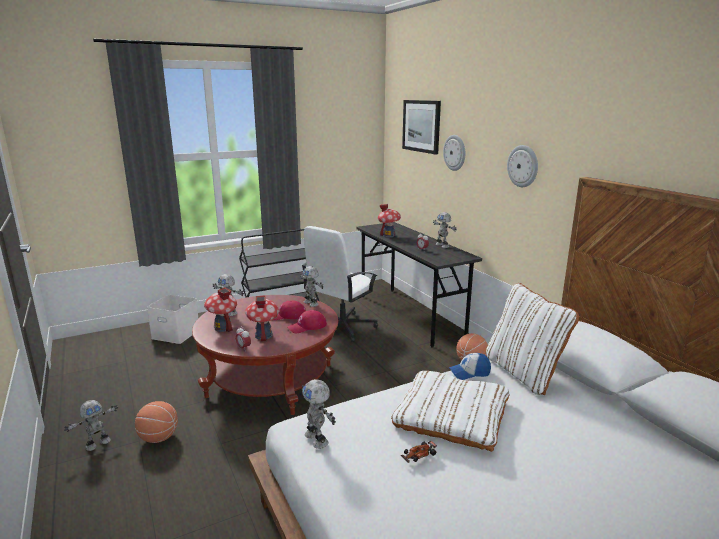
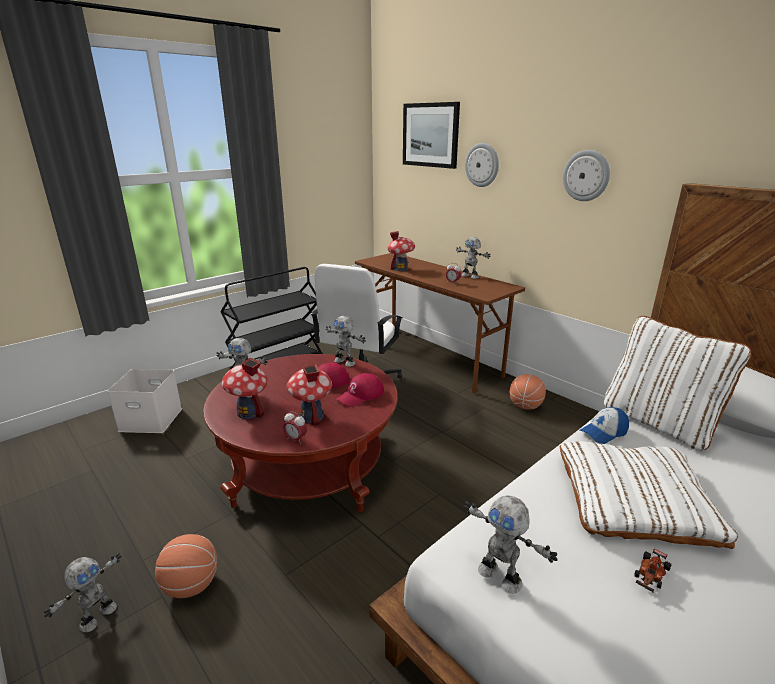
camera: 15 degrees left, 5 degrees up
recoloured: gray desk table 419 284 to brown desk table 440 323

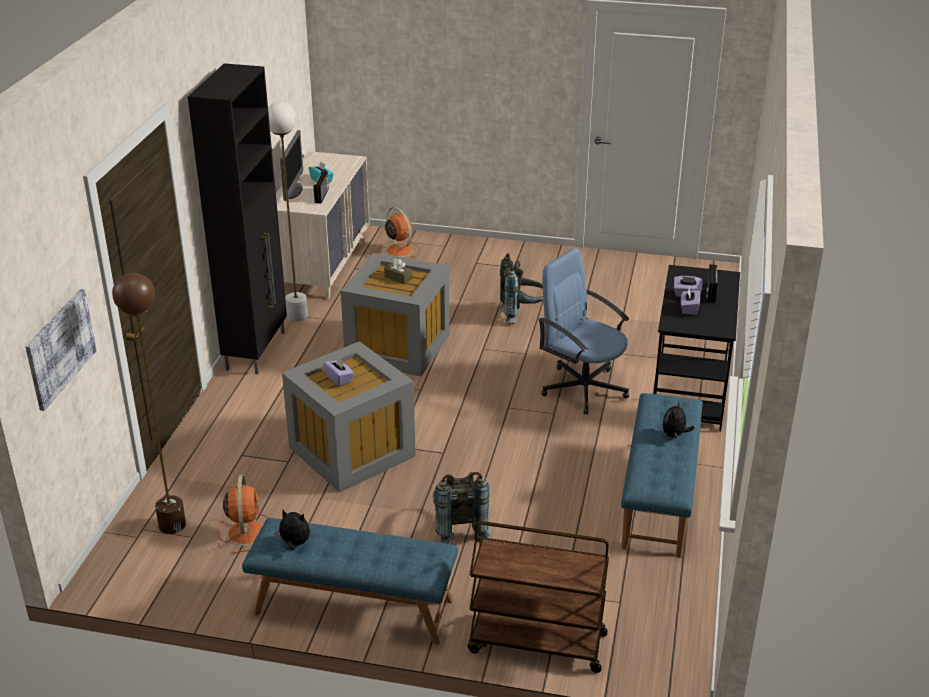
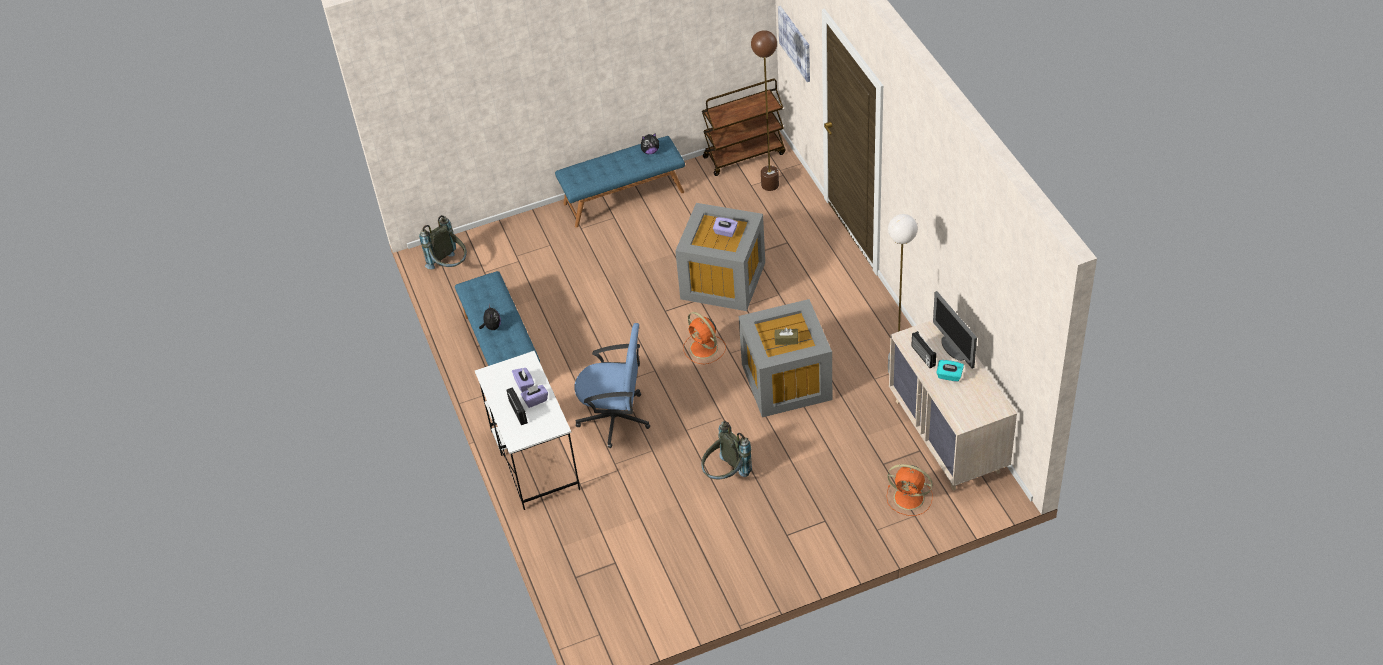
camera: 150 degrees right, 15 degrees up
removed: black-coloured cupboard 237 219
moved: orange fan 242 514 to 704 338; gray rucksack 462 508 to 443 242; brown wheeled cart 538 597 to 743 127
recoloured: black-coloured desk table 697 348 to white-coloured desk table 527 430

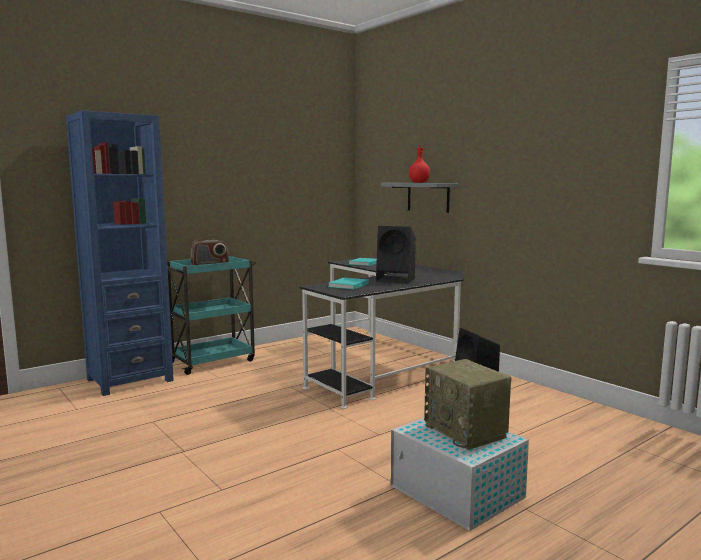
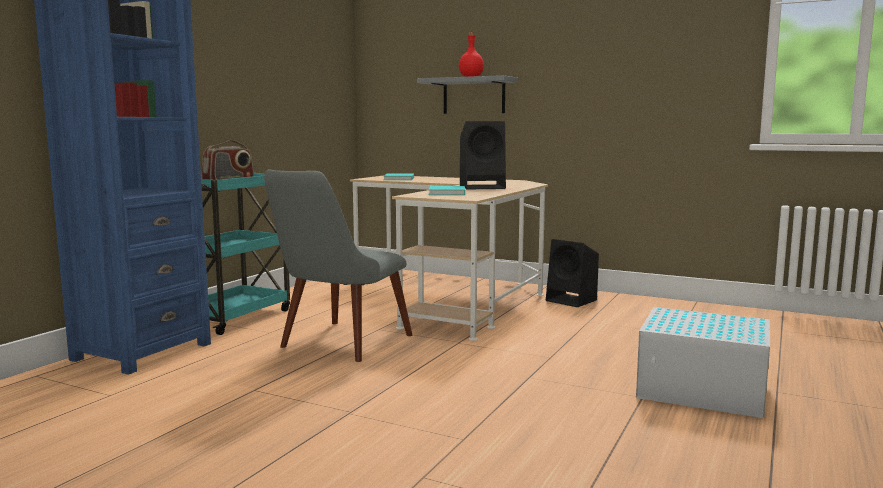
camera: 25 degrees left, 0 degrees up
removed: radio set 467 404
added: gray plain chair 338 265
recoloured: black-coloured desk table 381 333 to beige-coloured desk table 449 258

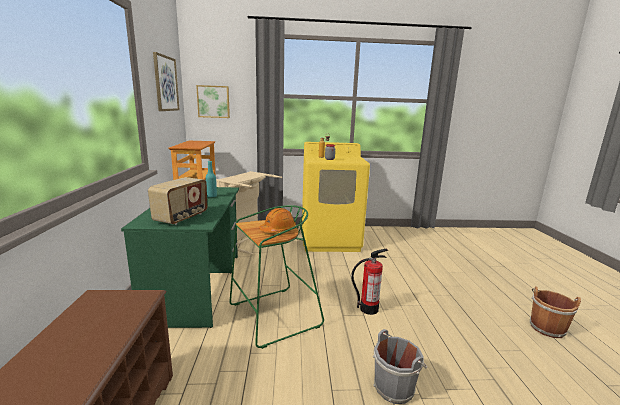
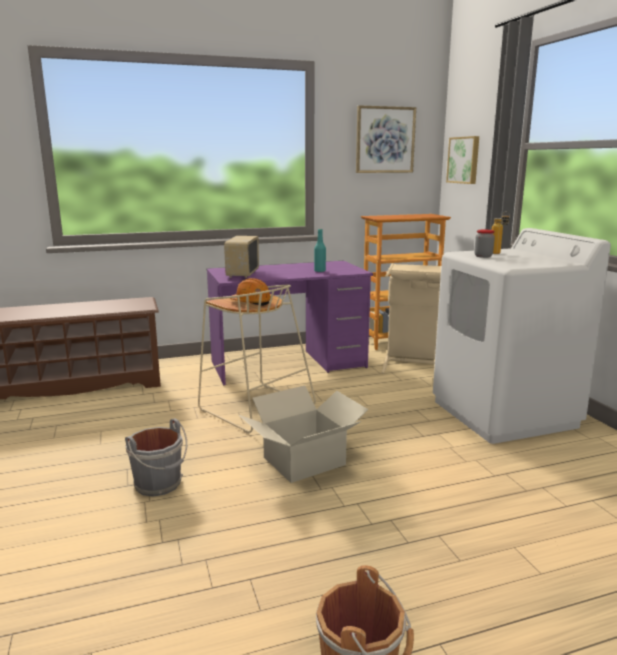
camera: 75 degrees right, 0 degrees up
replaced: fire-fighting cylinder 369 282 to cardboard box 304 434
recoloured: green-coloured desk table 180 257 to purple-coloured desk table 290 323; green-coloured stool seat 276 277 to beige-coloured stool seat 257 359; yellowish washing machine 336 197 to white-coloured washing machine 522 336
turned: radio set 177 201 = 241 257 90 degrees clockwise

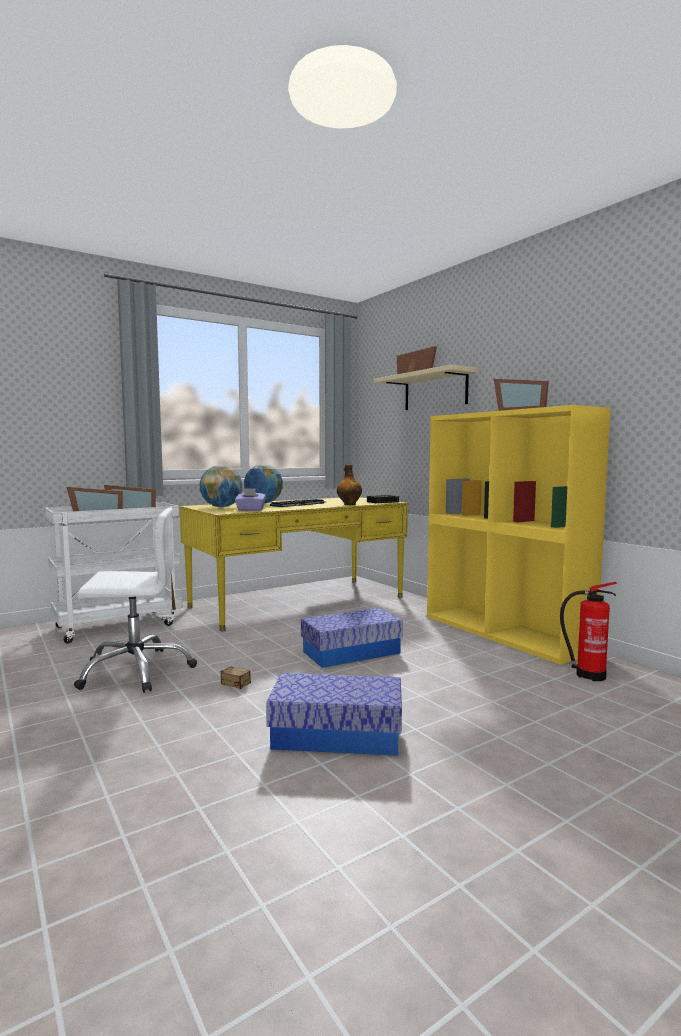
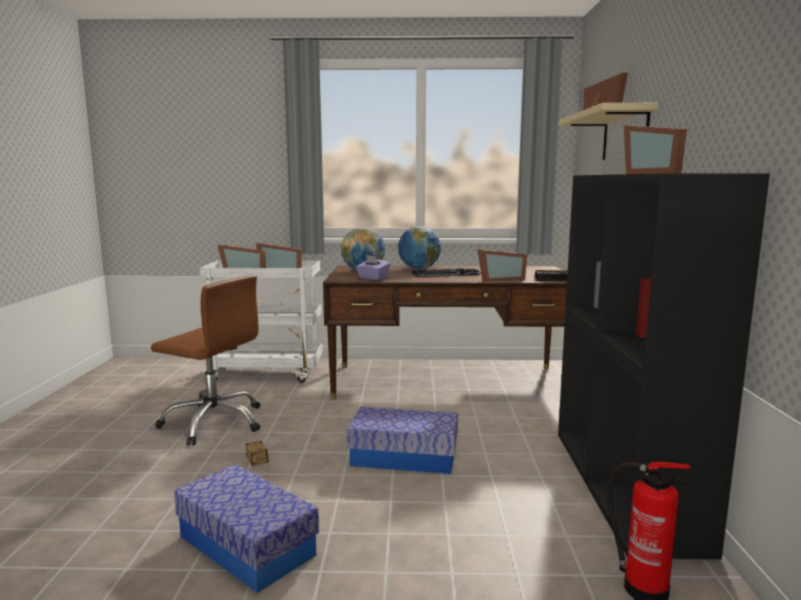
camera: 35 degrees right, 5 degrees up
replaced: beverage bottle 349 484 to photo frame 502 265
recoloured: white-coloured desk chair 135 600 to brown desk chair 205 360; yellowish desk table 294 564 to brown desk table 445 332; yellowish bookcase 519 535 to black-coloured bookcase 664 366

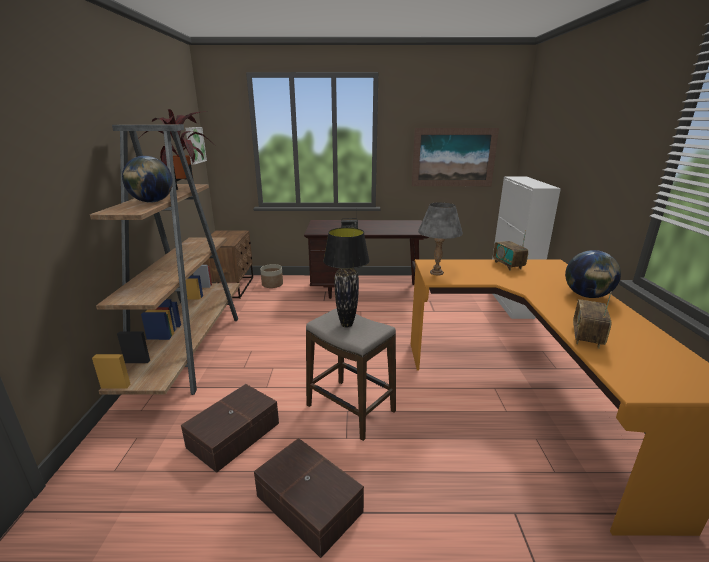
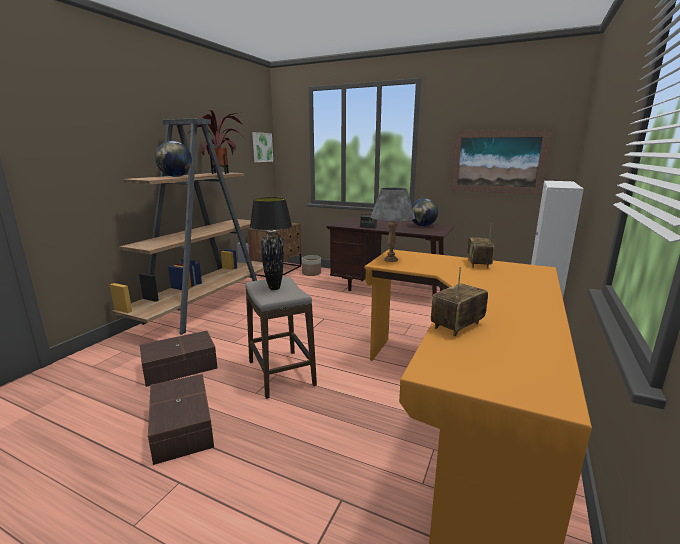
camera: 25 degrees right, 5 degrees down
moved: globe 593 274 to 425 212

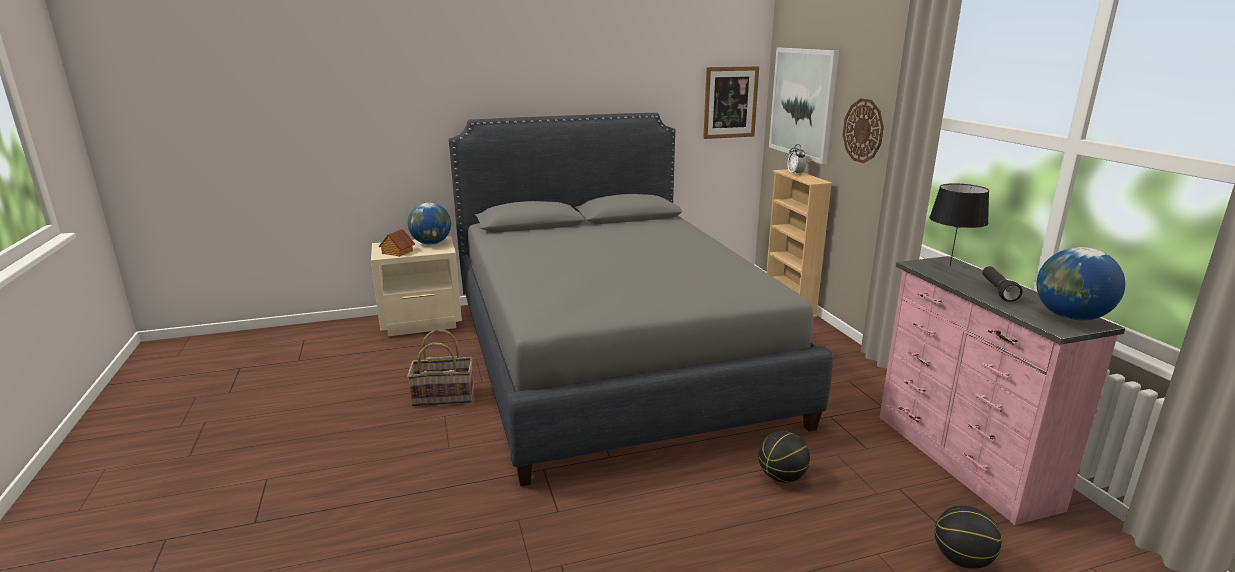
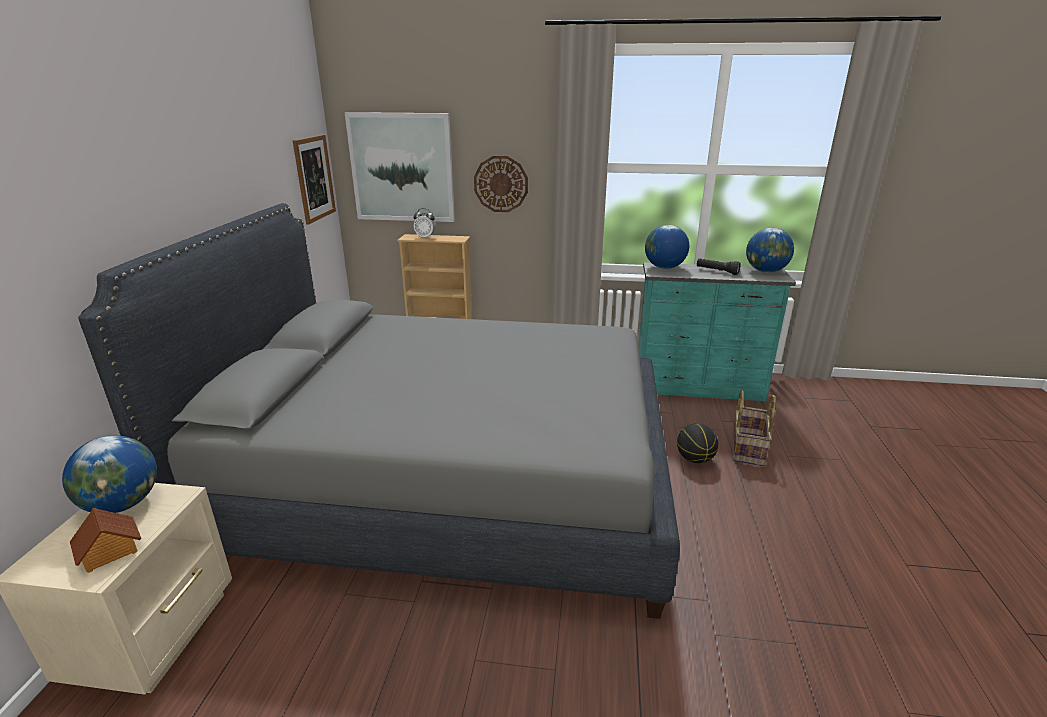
camera: 65 degrees left, 5 degrees up
removed: ball for basketball 968 537
moved: basket 440 367 to 754 428
replaced: black-coloured lamp for a table 959 224 to globe 667 247
recoloured: pink dresser 1002 390 to blue-green dresser 717 332

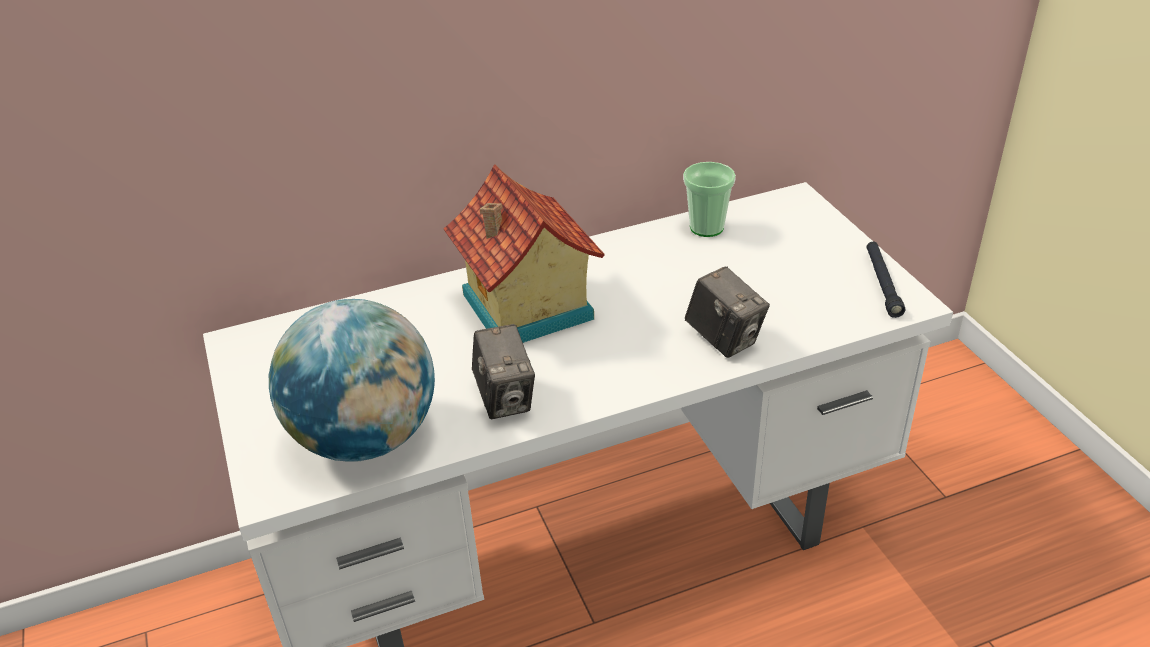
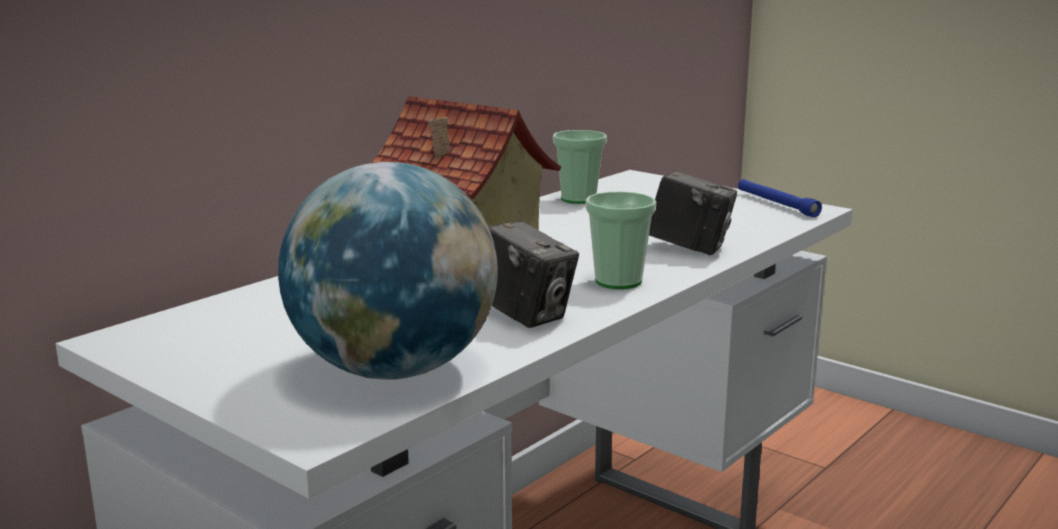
camera: 30 degrees left, 20 degrees down
added: drinking cup 620 240
recoloured: black-coloured torch 886 280 to blue-coloured torch 780 198

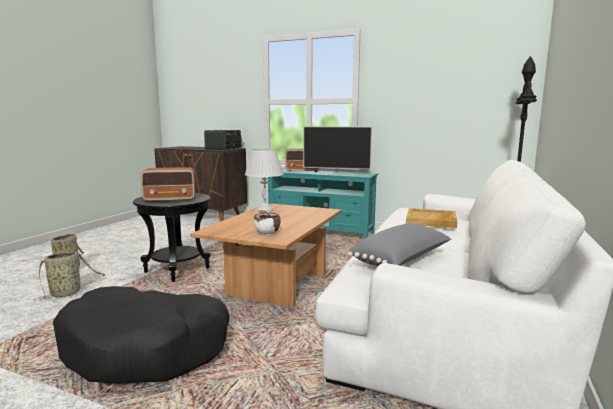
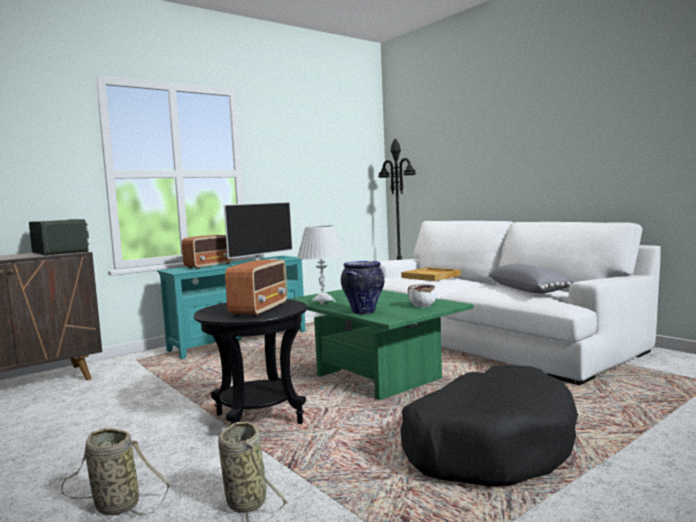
camera: 60 degrees left, 5 degrees down
added: flower vase 362 287
recoloured: brown coffee table 266 255 to green-coloured coffee table 381 344

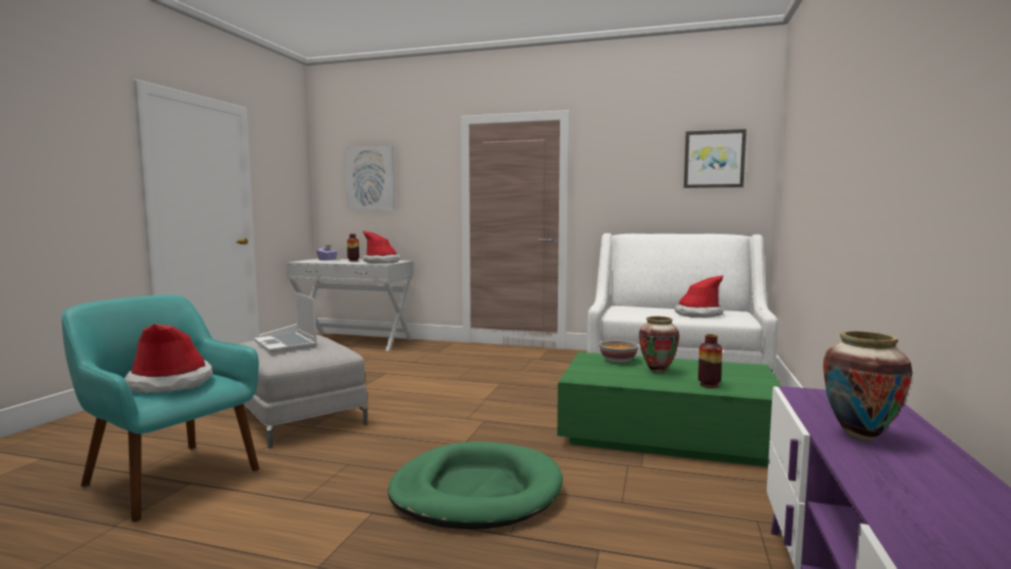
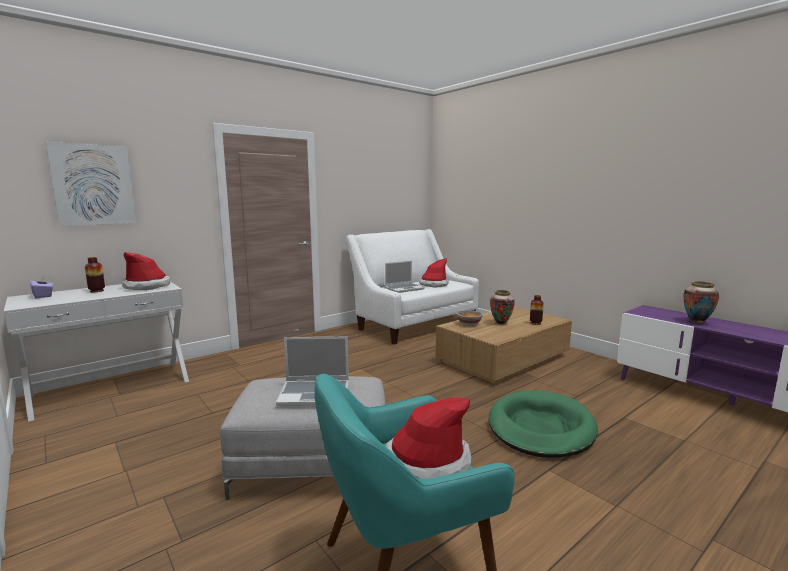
camera: 55 degrees left, 5 degrees up
removed: wall art 715 158
added: notebook computer 405 277
recoloured: green-coloured coffee table 669 409 to brown coffee table 504 345

